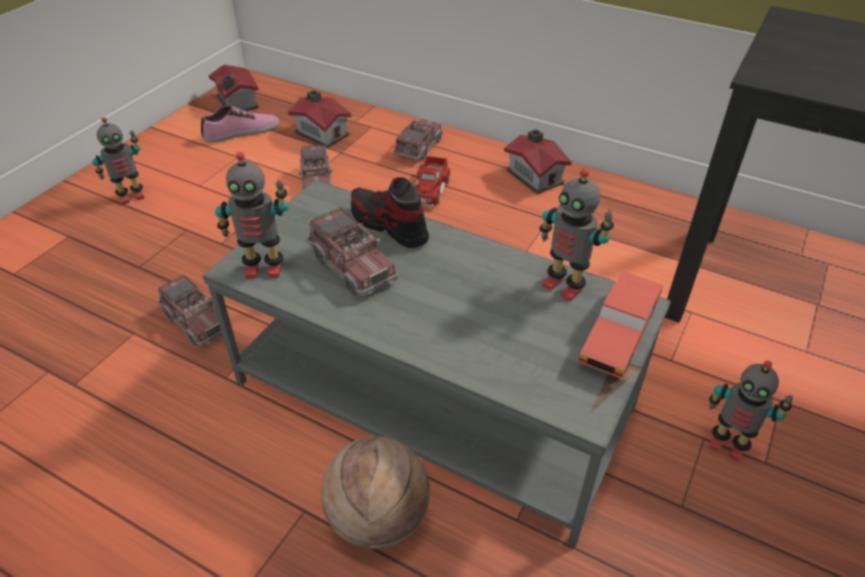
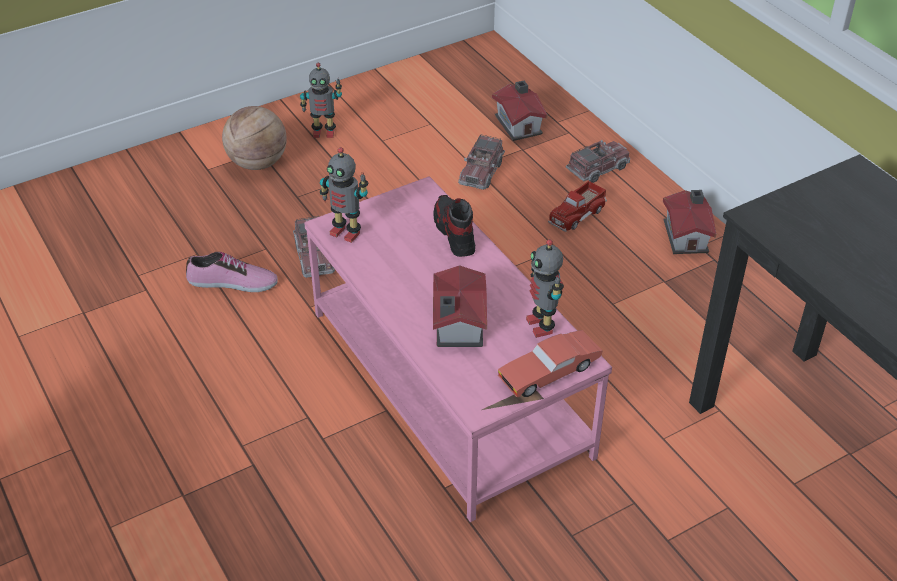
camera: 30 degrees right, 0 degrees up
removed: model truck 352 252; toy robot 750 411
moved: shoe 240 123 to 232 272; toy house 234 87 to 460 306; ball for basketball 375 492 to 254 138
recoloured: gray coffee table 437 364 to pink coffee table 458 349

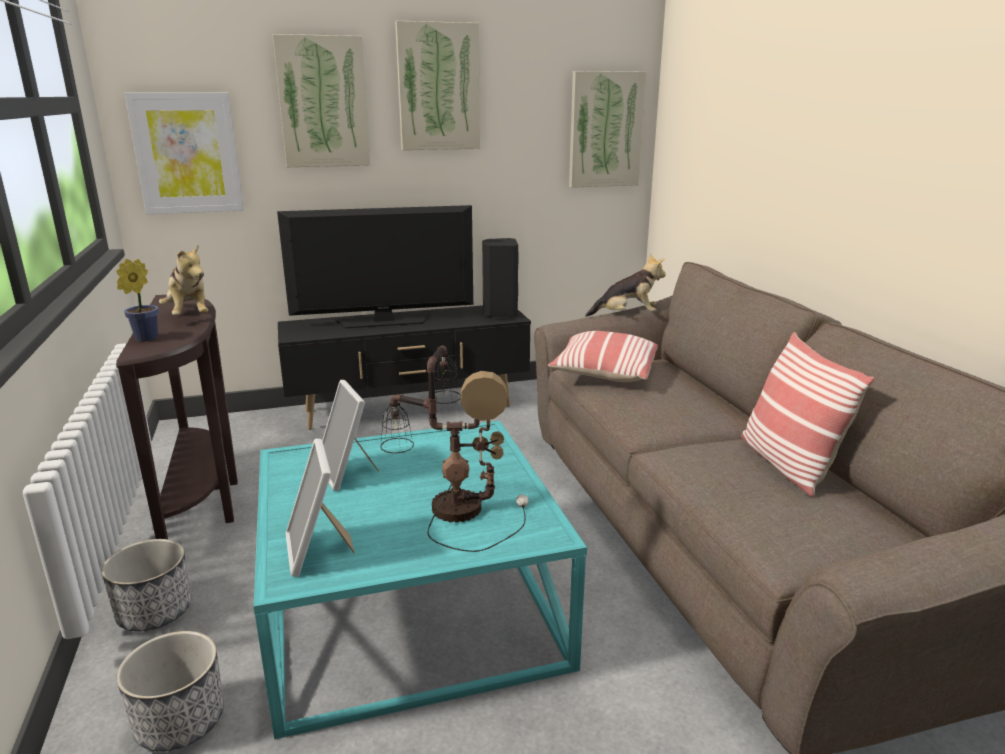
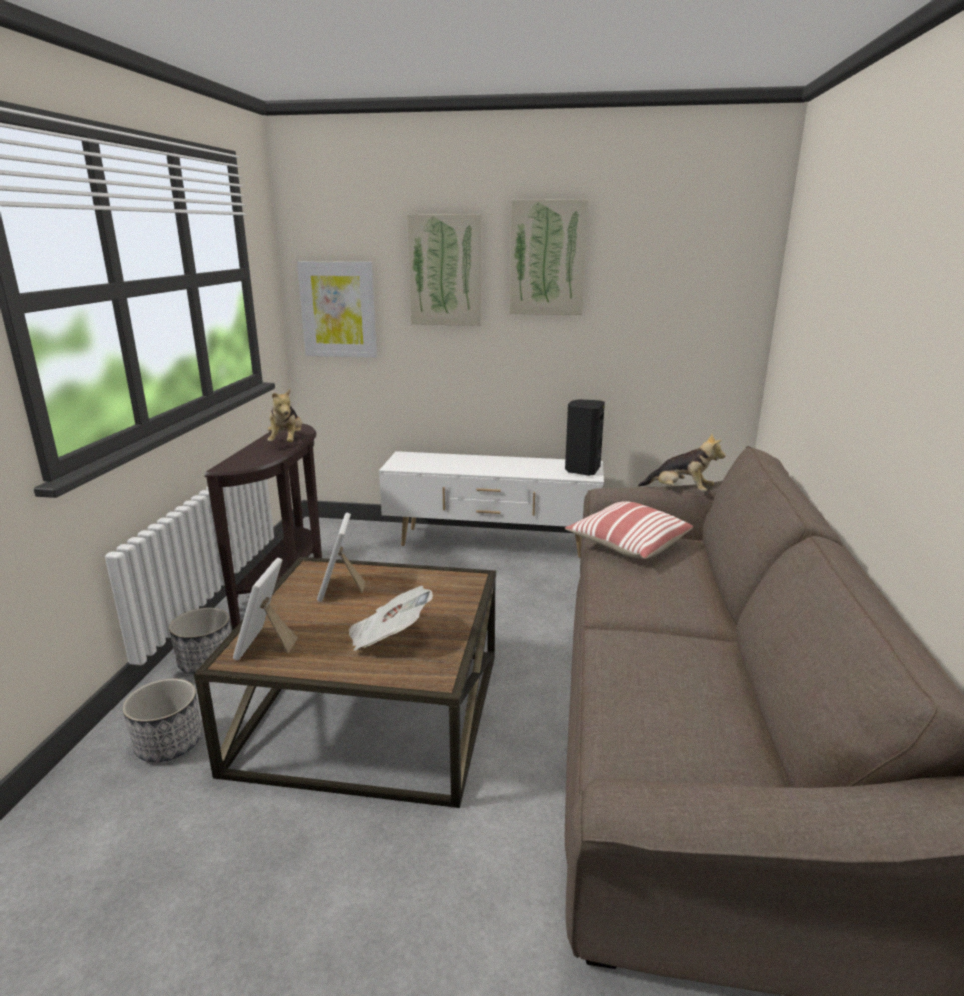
camera: 25 degrees right, 0 degrees up
removed: houseplant 137 300; television 375 266; wall art 607 129; pillow 807 414
replaced: lamp for a table 454 449 to printed paper 391 618
recoloured: blue-green coffee table 420 580 to brown coffee table 345 682; black-coloured media console 404 367 to white-coloured media console 491 504

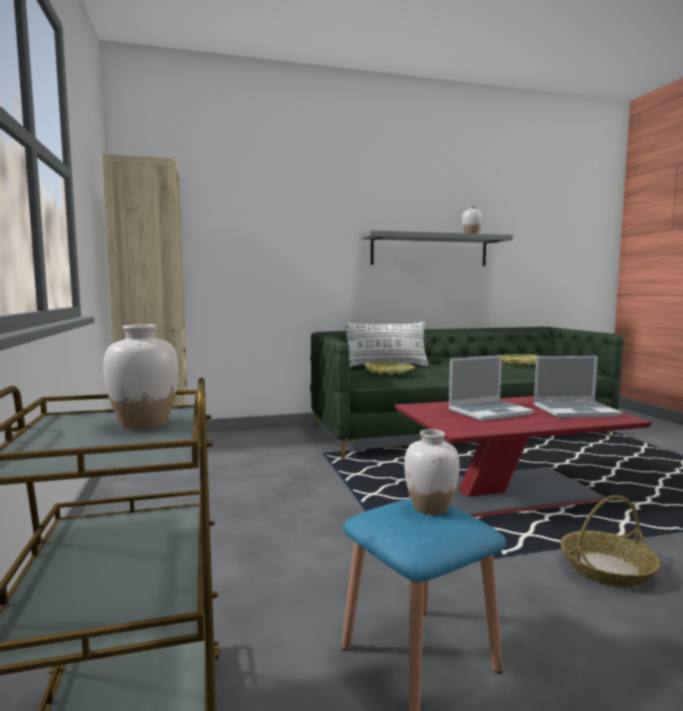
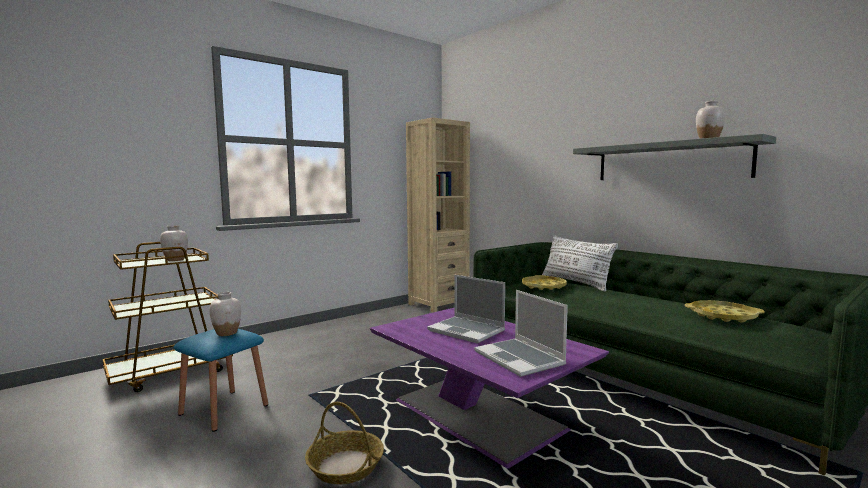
camera: 65 degrees right, 0 degrees up
recoloured: red-coloured coffee table 523 456 to purple-coloured coffee table 489 388

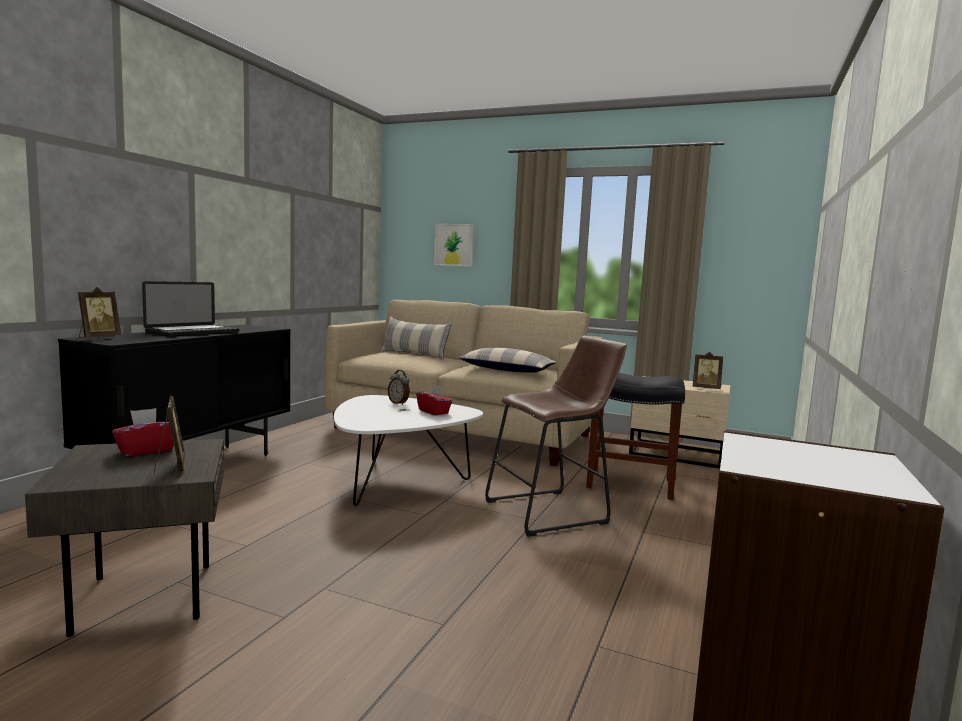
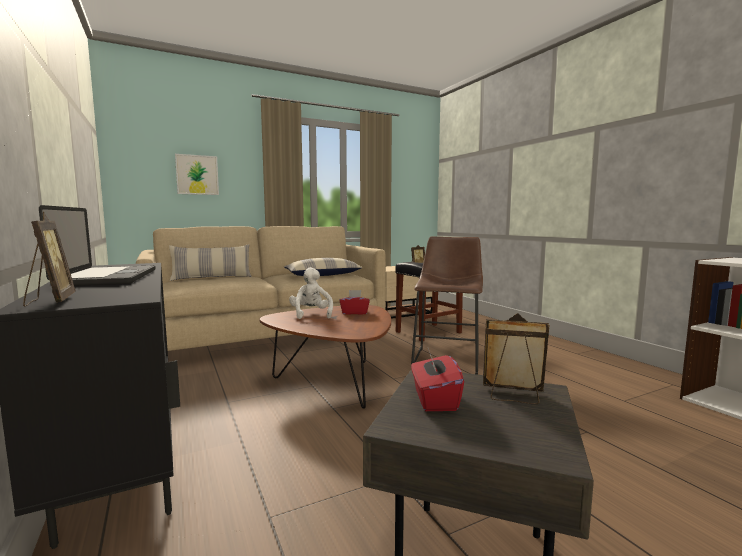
camera: 50 degrees left, 0 degrees up
replaced: bedside clock 399 387 to white-coloured cuddly toy 311 293
recoloured: white-coloured coffee table 408 450 to brown coffee table 325 357

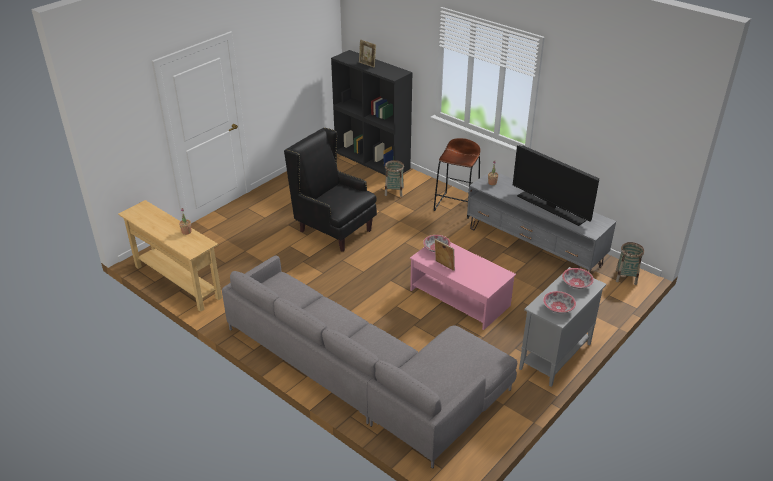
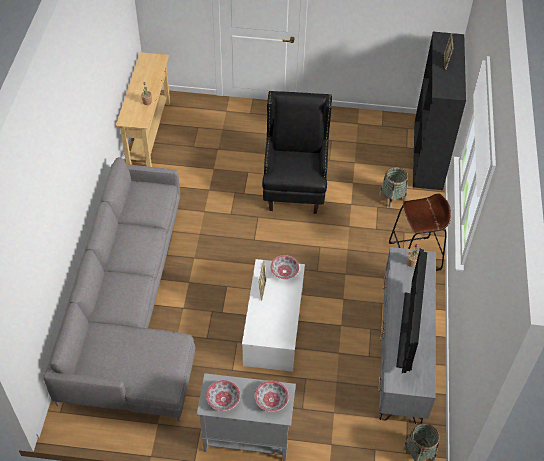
camera: 55 degrees right, 15 degrees up
recoloured: pink coffee table 463 286 to white-coloured coffee table 273 315

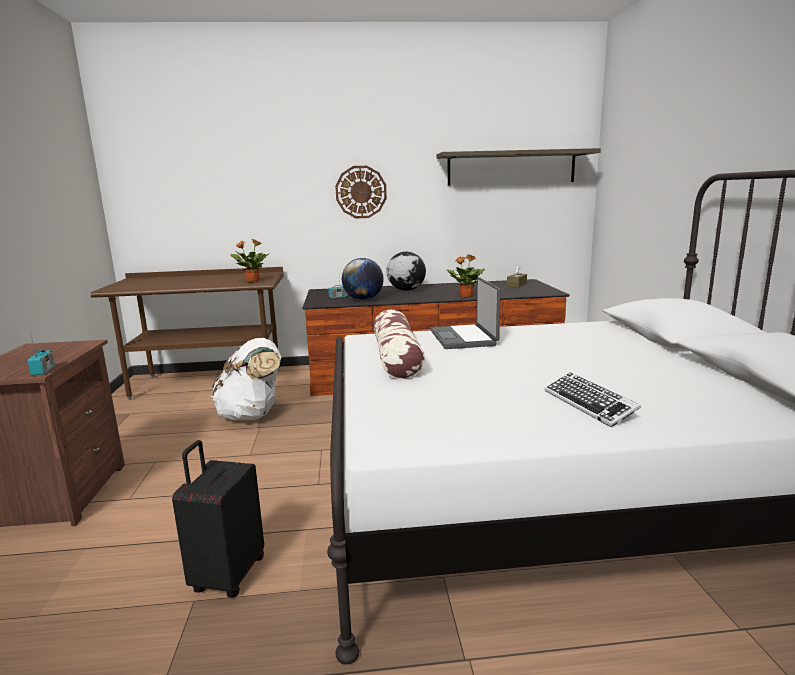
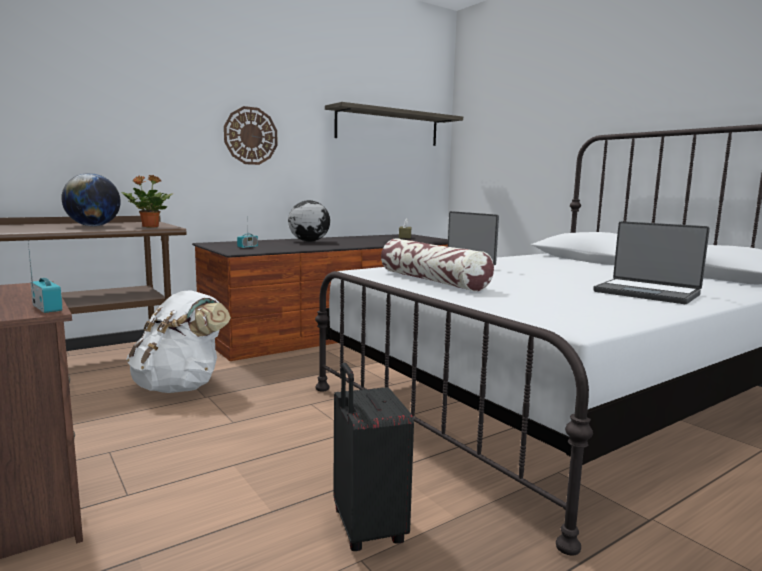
camera: 30 degrees left, 5 degrees down
removed: houseplant 465 276
moved: globe 363 279 to 91 199
replaced: PC keyboard 593 400 to notebook computer 651 262

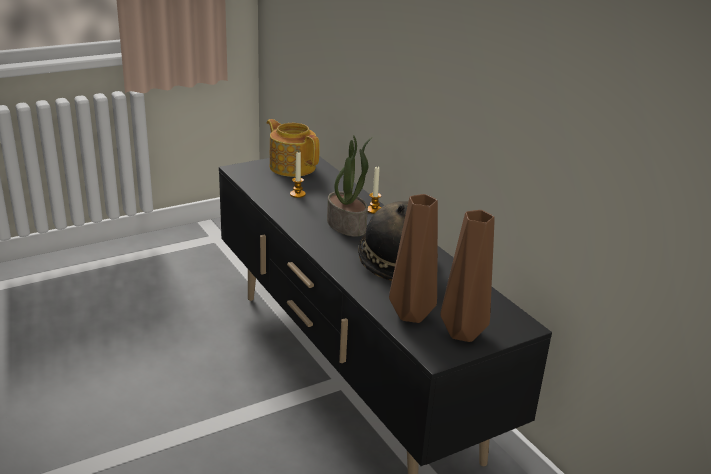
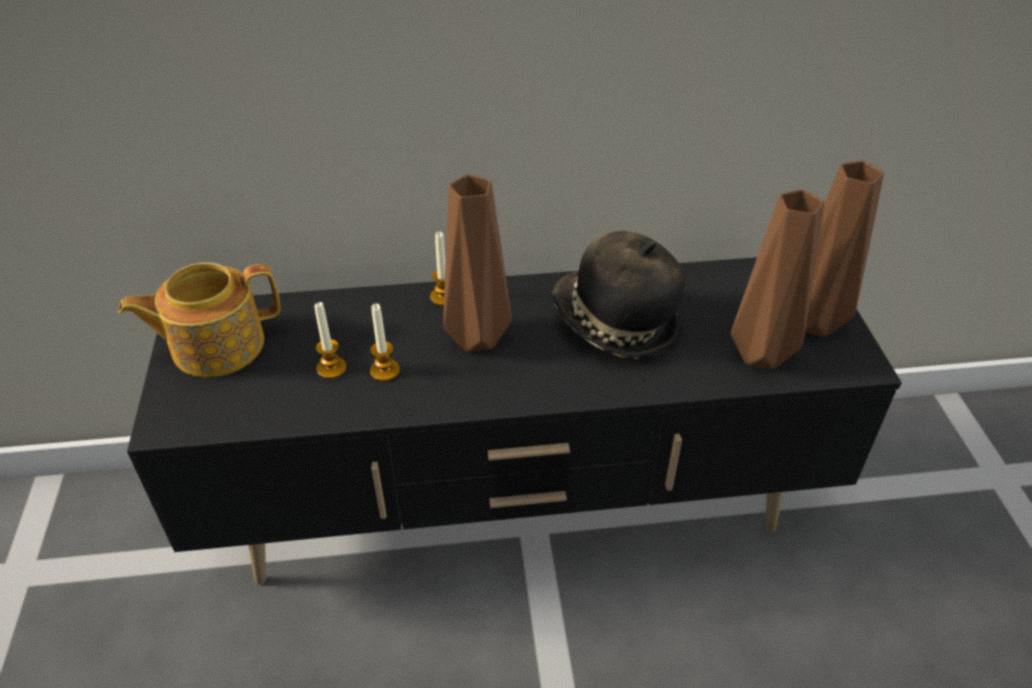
camera: 65 degrees left, 15 degrees up
added: wax light 385 342
replaced: houseplant 349 186 to brown flower vase 477 263

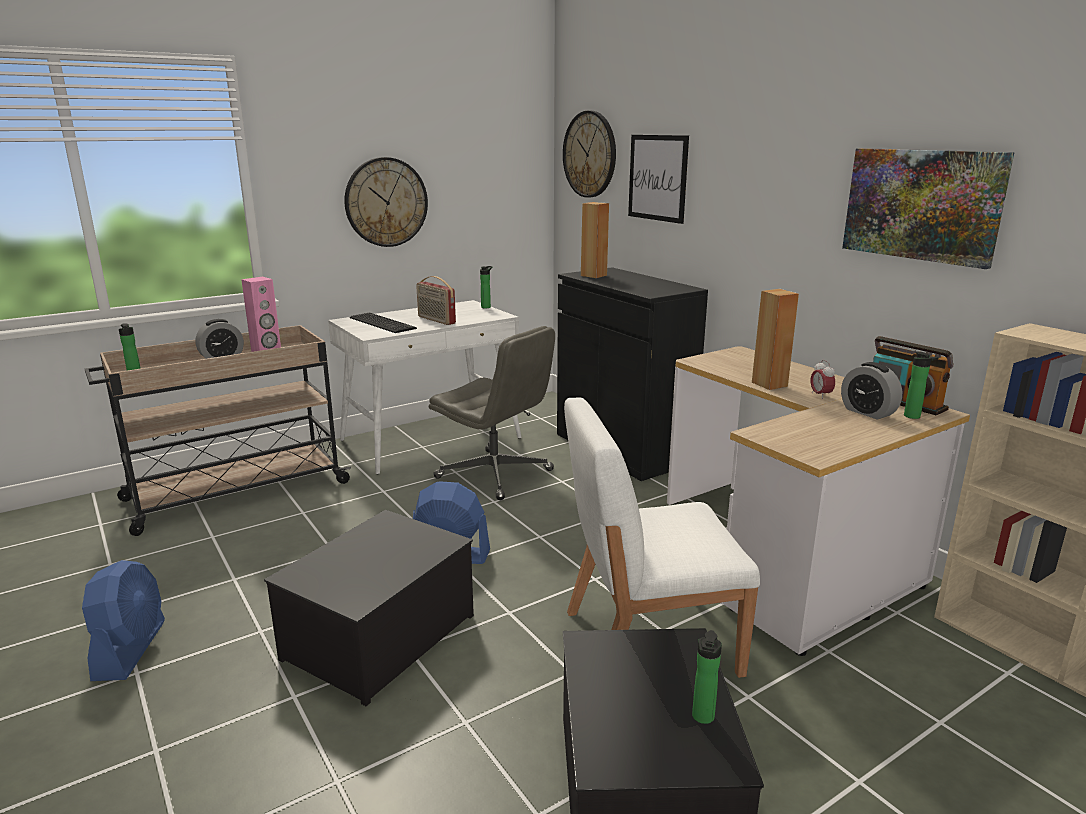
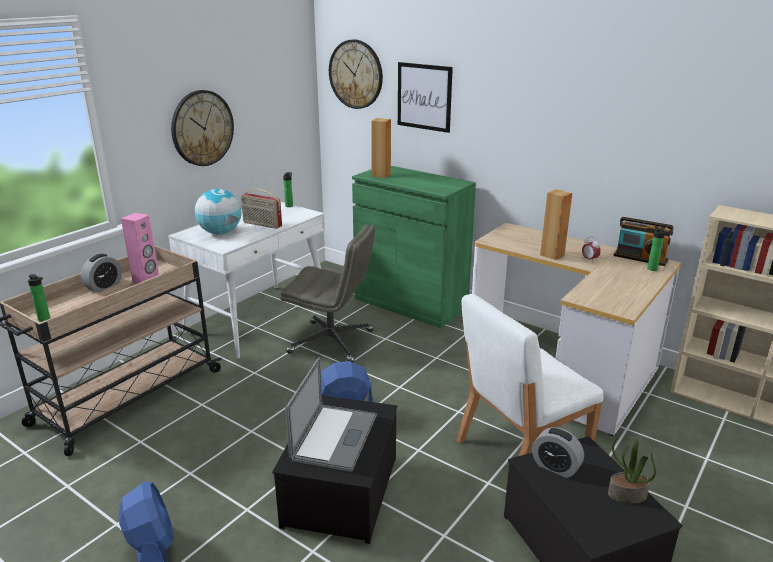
camera: 20 degrees left, 5 degrees up
removed: wall art 928 208
added: notebook computer 331 414
moved: bedside clock 871 391 to 558 452
replaced: PC keyboard 383 323 to globe 218 212; beverage bottle 707 677 to houseplant 632 471
recoloured: black-coloured cupboard 632 374 to green-coloured cupboard 414 247

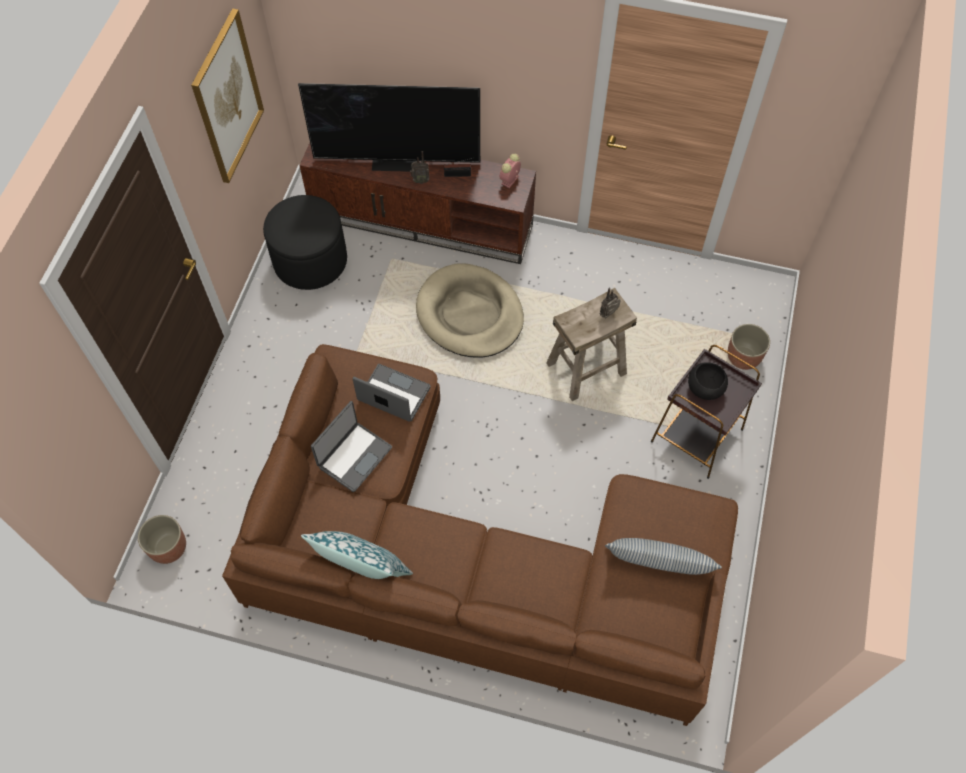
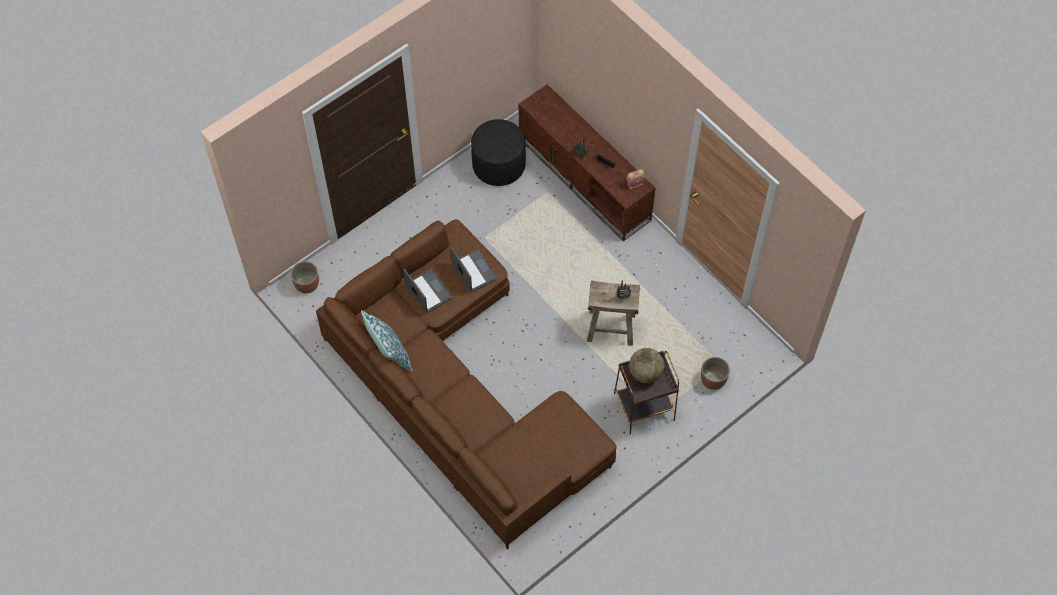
camera: 35 degrees right, 0 degrees up
removed: wall art 227 95; television 389 127; beige-coloured dog cushion 470 310; pillow 663 556
replaced: black-coloured serving bowl 708 381 to globe 646 365
turned: notebook computer 351 446 = 427 290 105 degrees counterclockwise

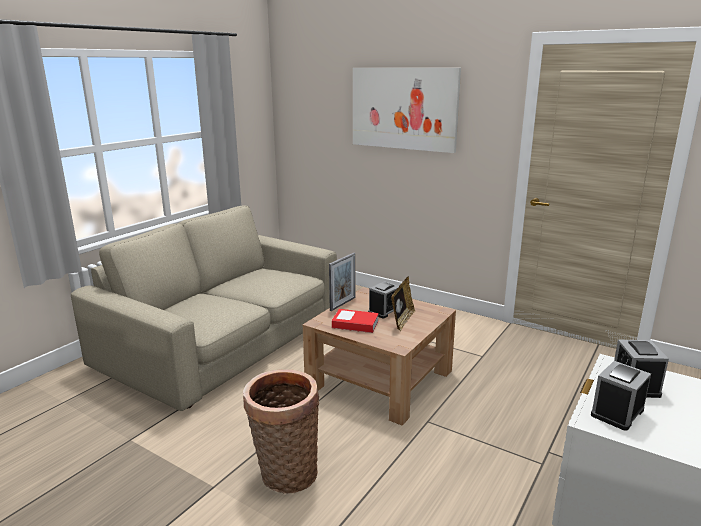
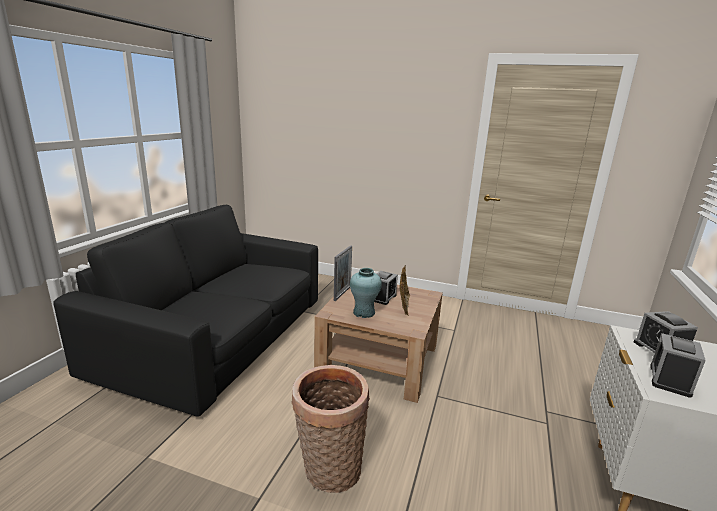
camera: 15 degrees left, 0 degrees up
removed: wall art 407 110
replaced: book 355 321 to blue-green flower vase 366 293
recoloured: beige-coloured settee 204 308 to black-coloured settee 185 311

